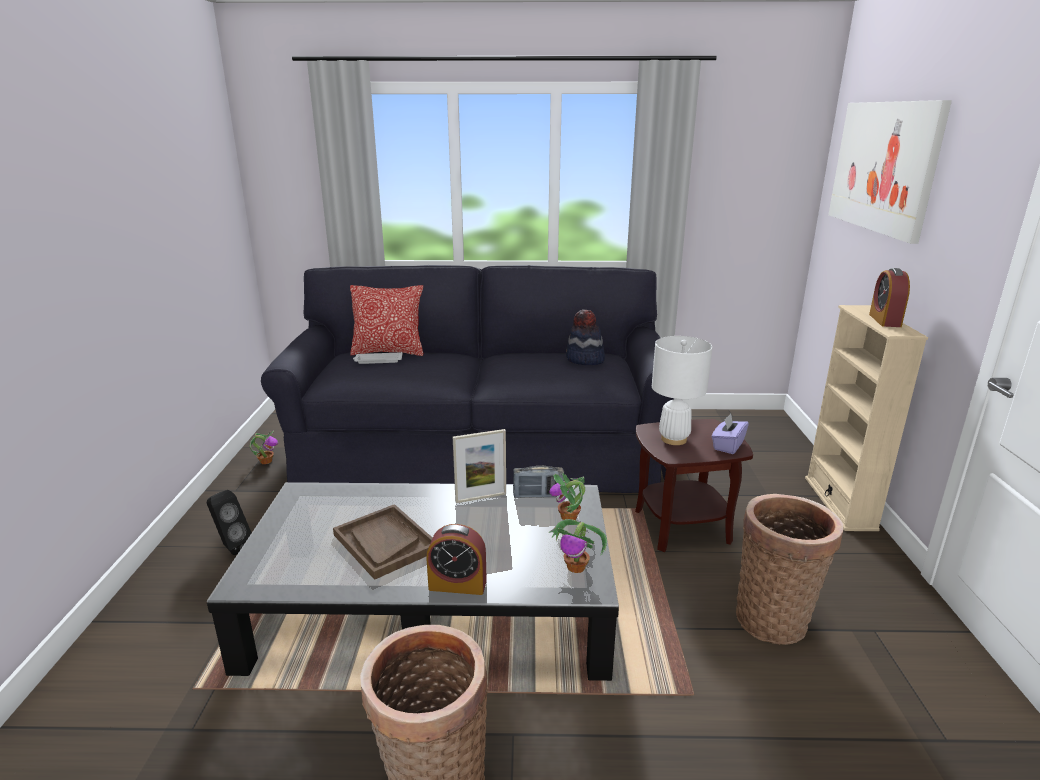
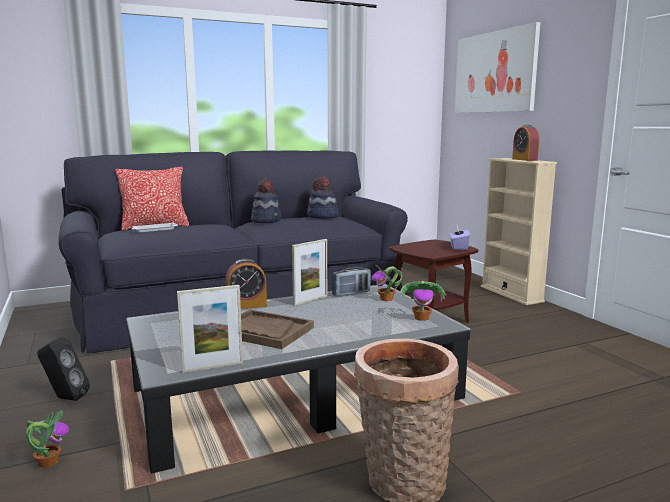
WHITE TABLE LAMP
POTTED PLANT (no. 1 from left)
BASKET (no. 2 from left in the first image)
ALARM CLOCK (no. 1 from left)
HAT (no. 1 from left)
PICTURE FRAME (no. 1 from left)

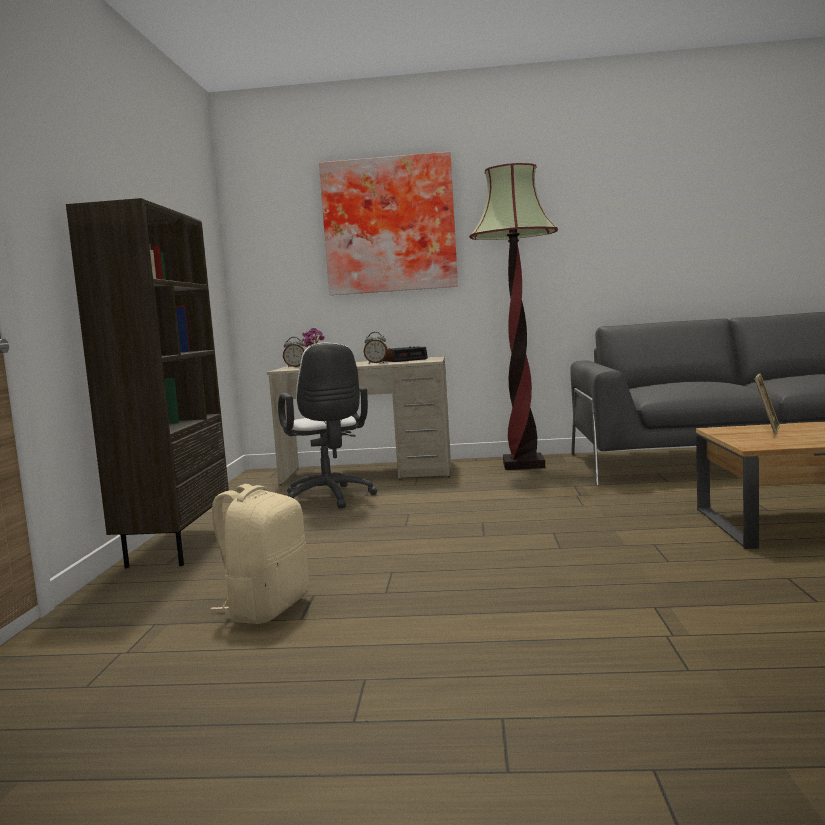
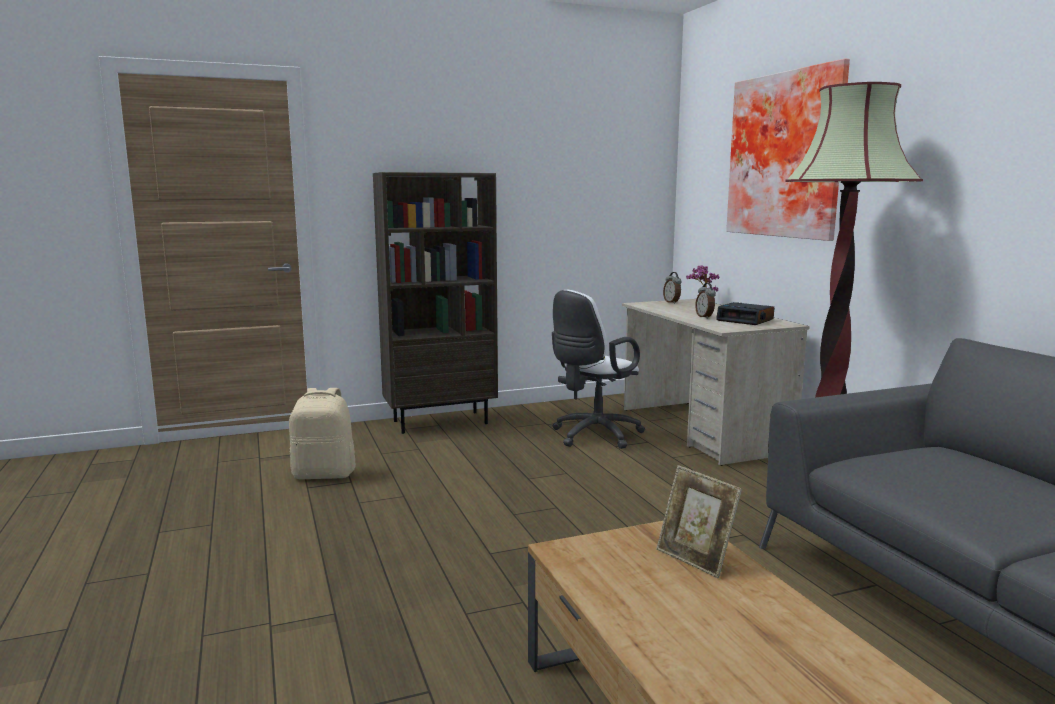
PICTURE FRAME

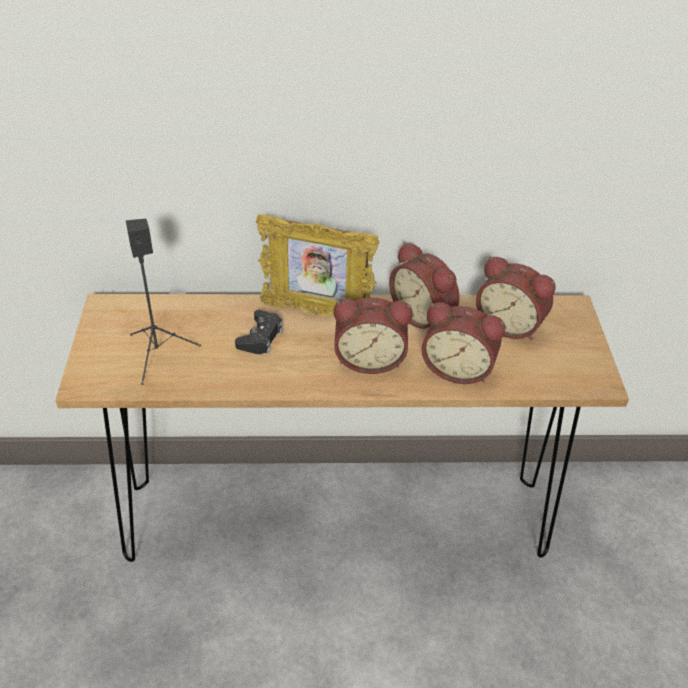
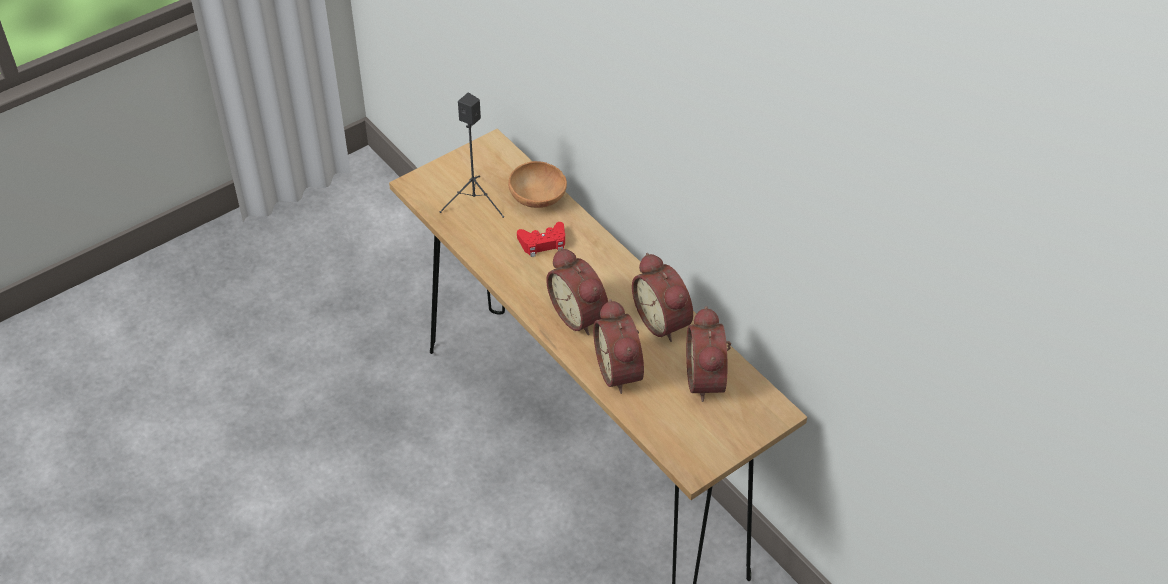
PICTURE FRAME
ALARM CLOCK (no. 3 from left)
RED GAME CONTROLLER
BROWN BOWL

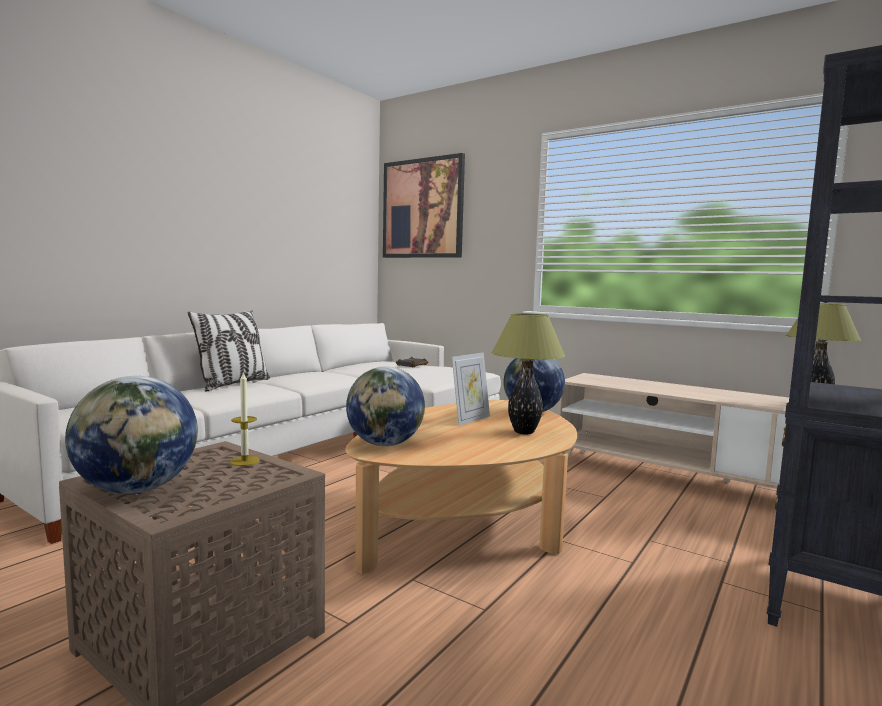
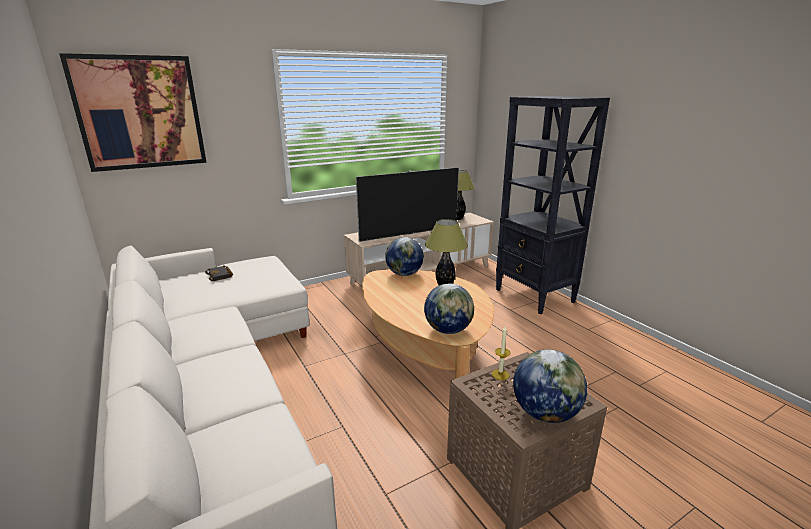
PILLOW
PICTURE FRAME
TELEVISION

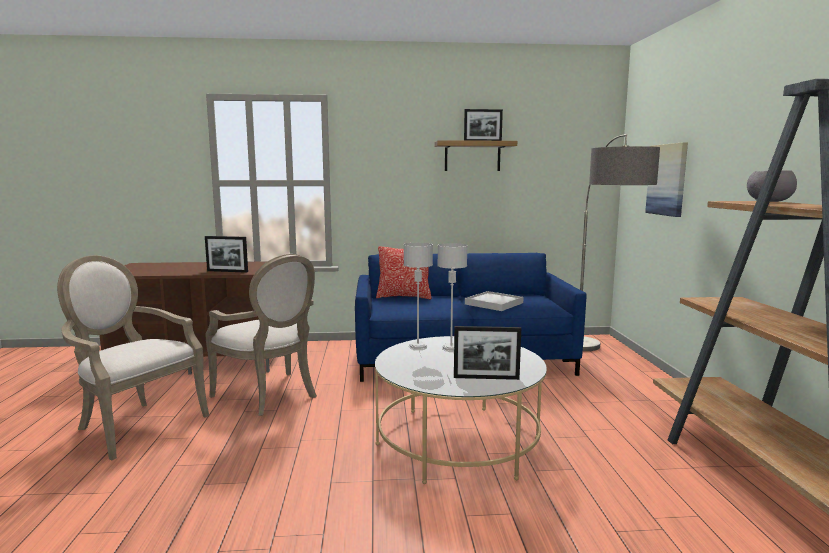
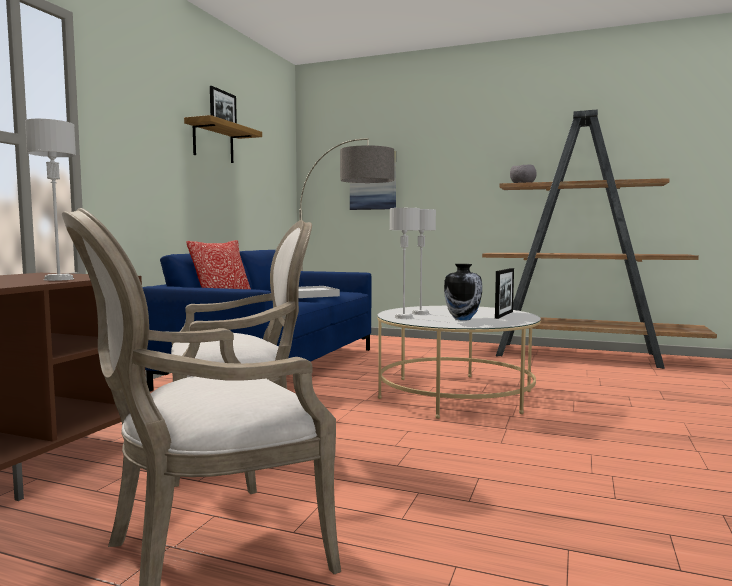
GREY TABLE LAMP (no. 1 from left)
VASE

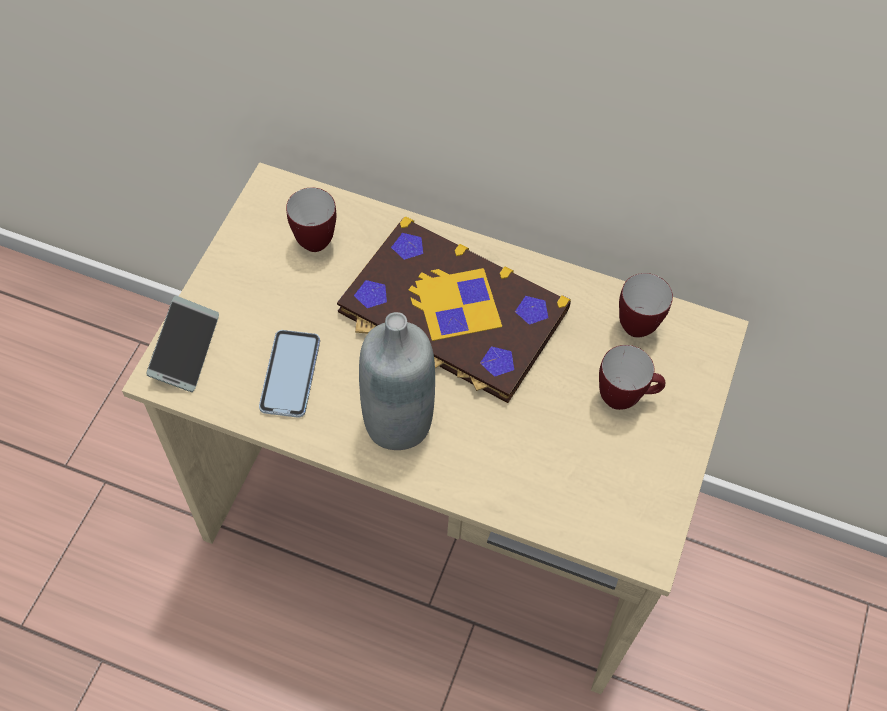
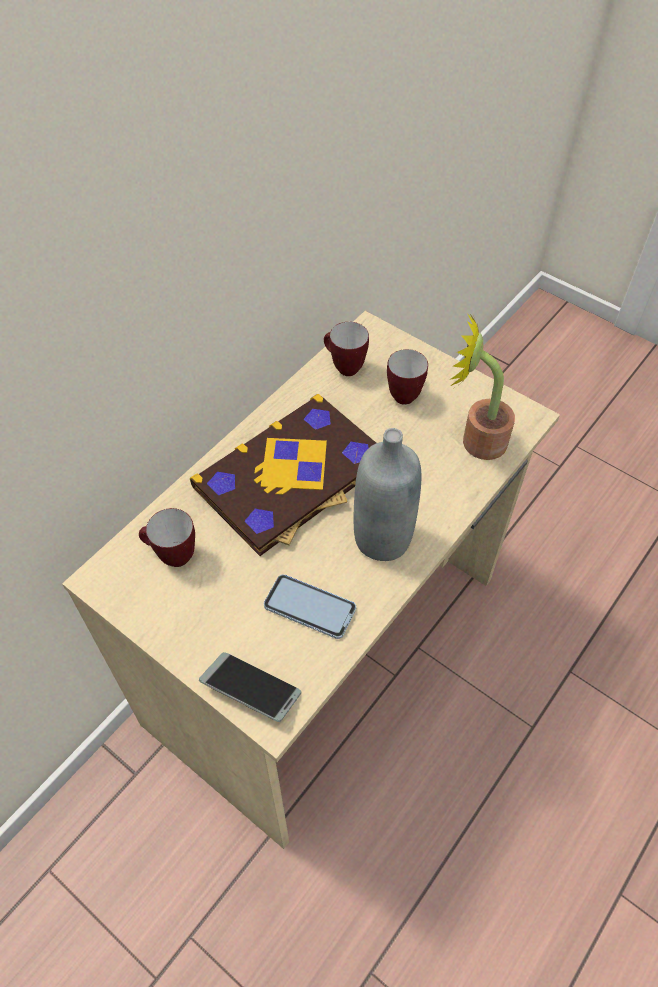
POTTED PLANT

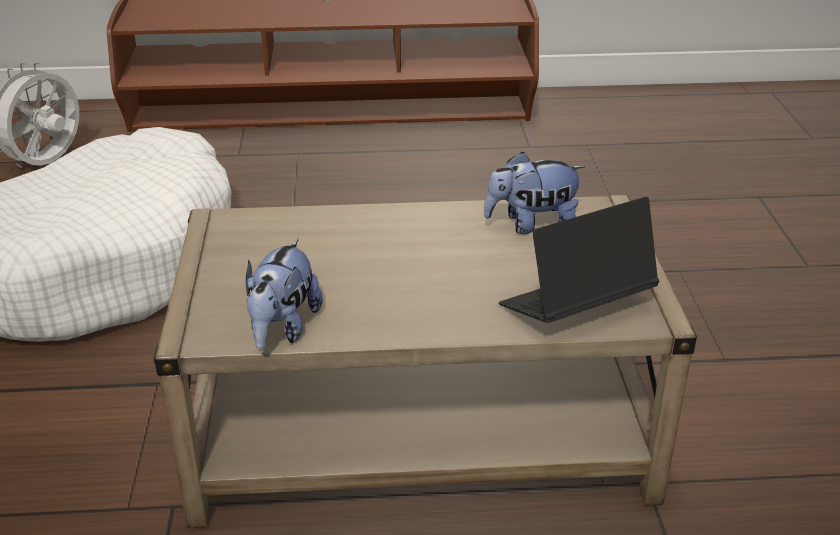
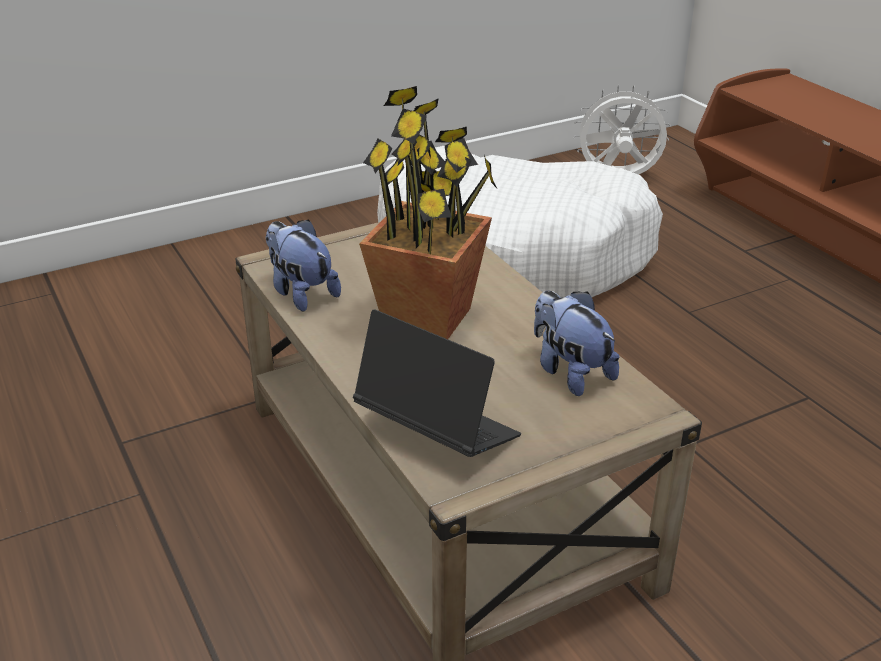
PLUSH TOY (no. 1 from left)
POTTED PLANT

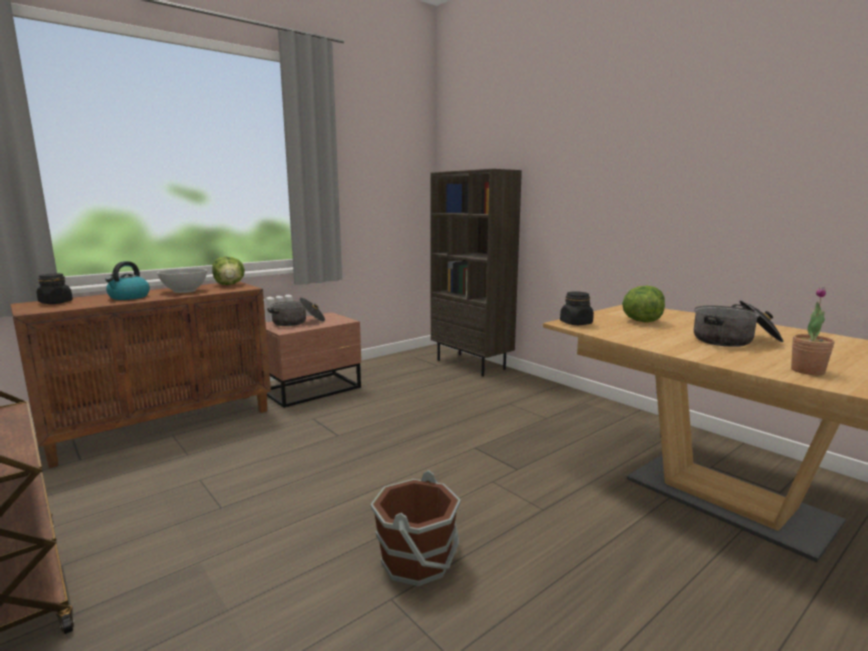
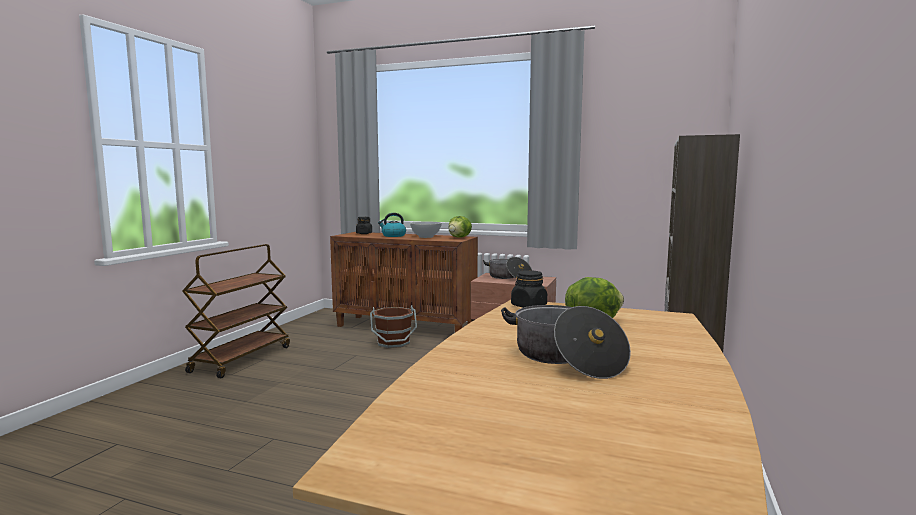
POTTED PLANT
BROWN BUCKET

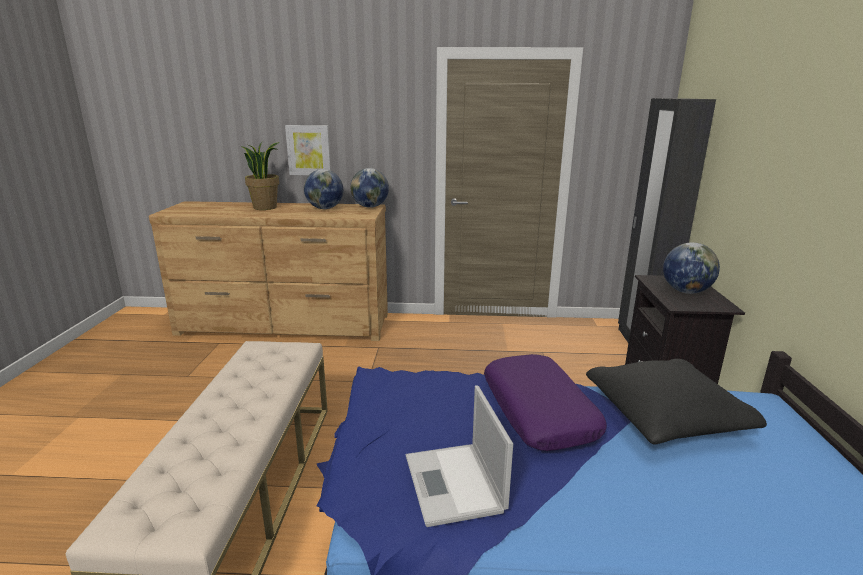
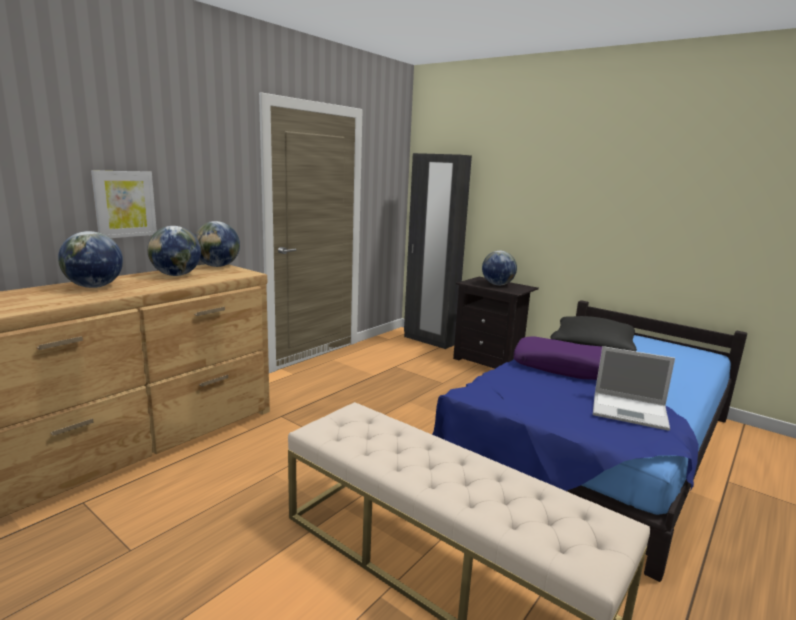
GLOBE (no. 1 from left)

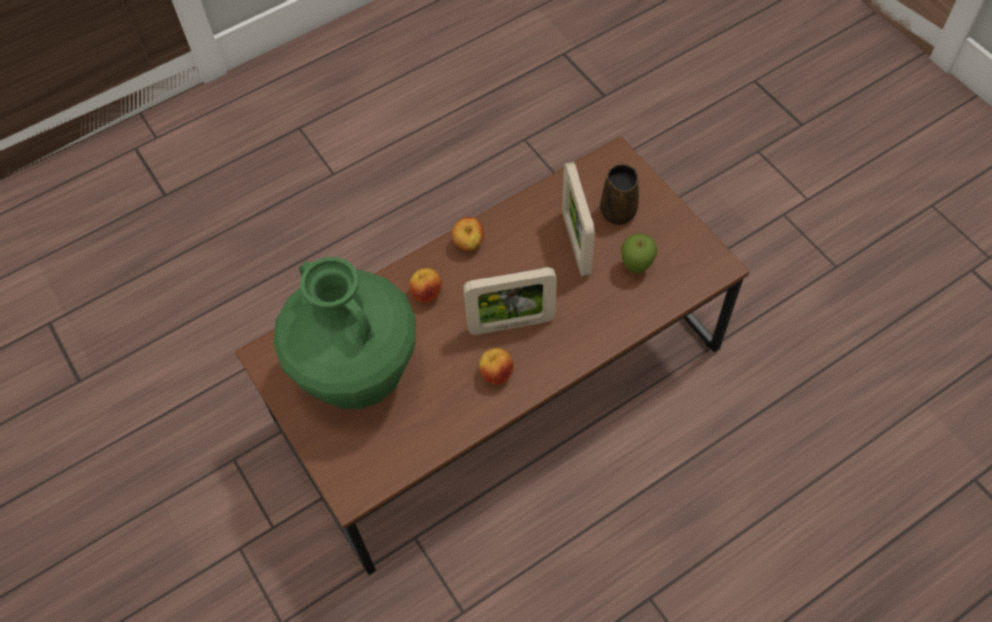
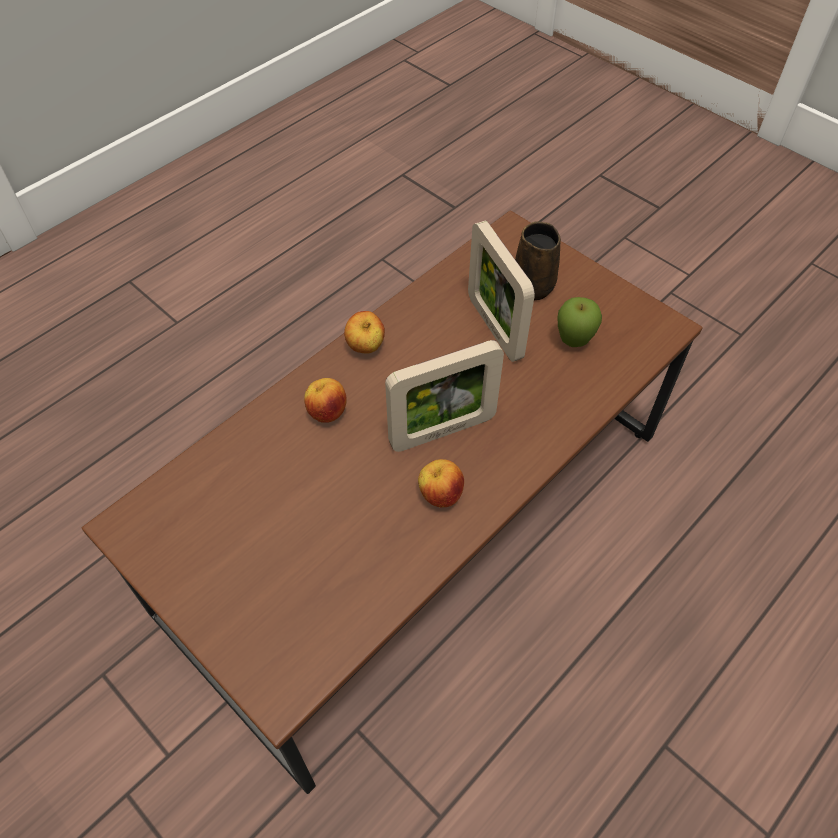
GREEN VASE

